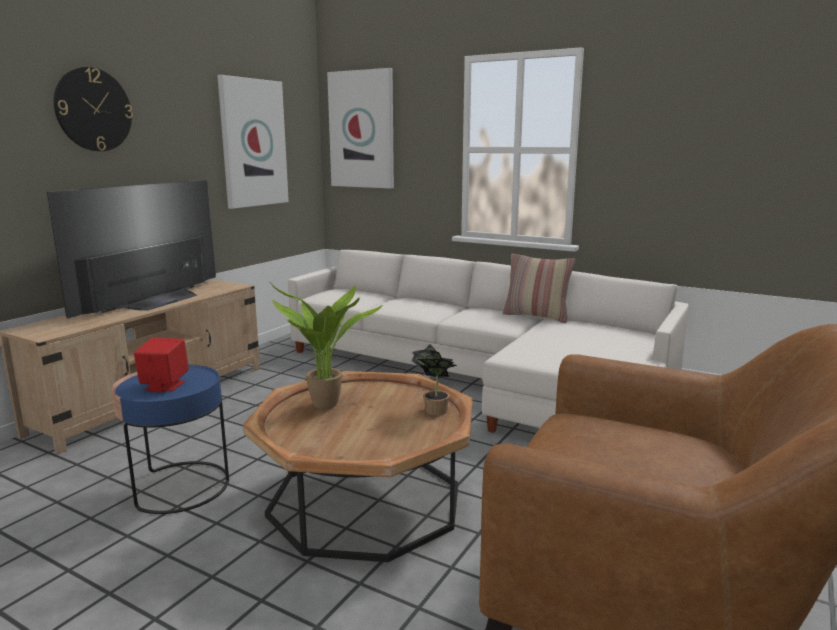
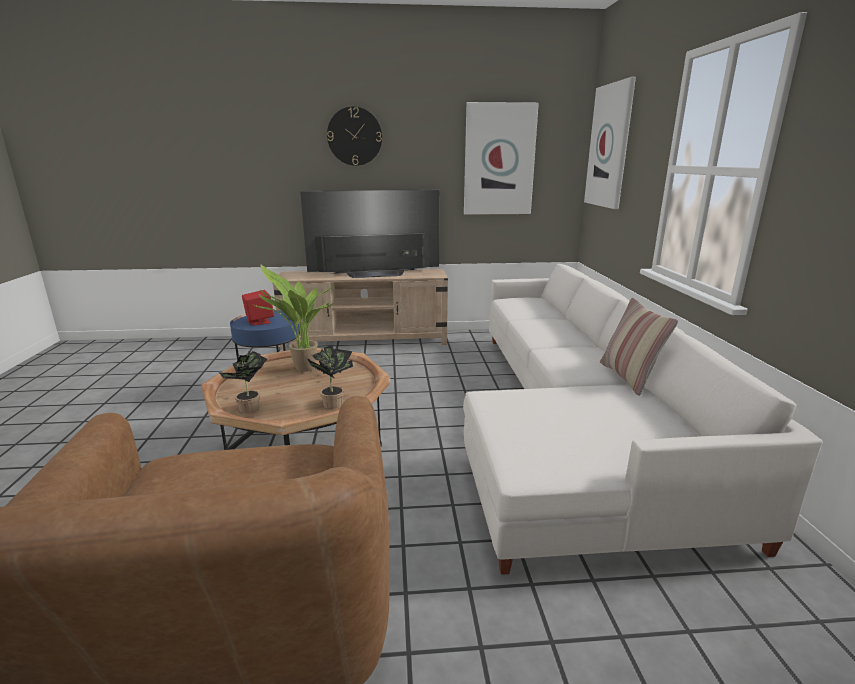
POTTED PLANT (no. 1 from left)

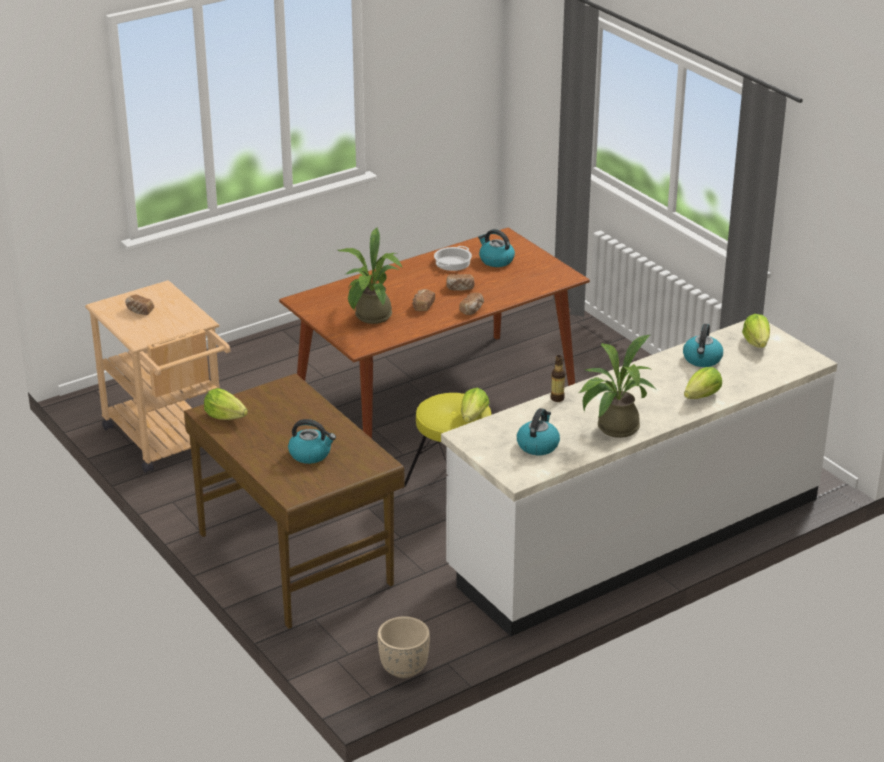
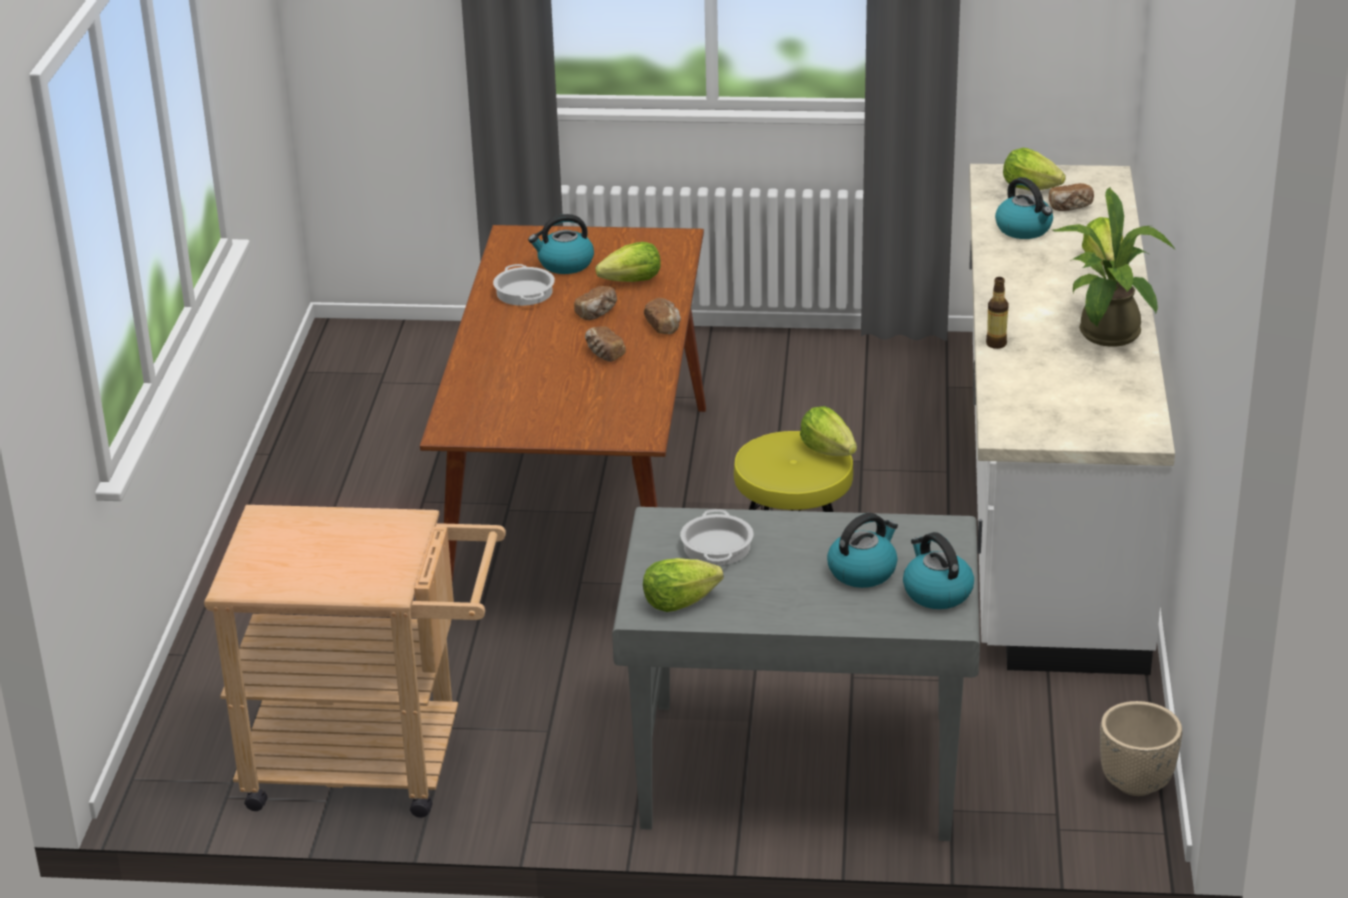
POTTED PLANT (no. 1 from left in the first image)
BREAD (no. 4 from left)
GREY DESK
KETTLE (no. 3 from left)
LETTUCE (no. 1 from left)
COOKING POT (no. 2 from left)

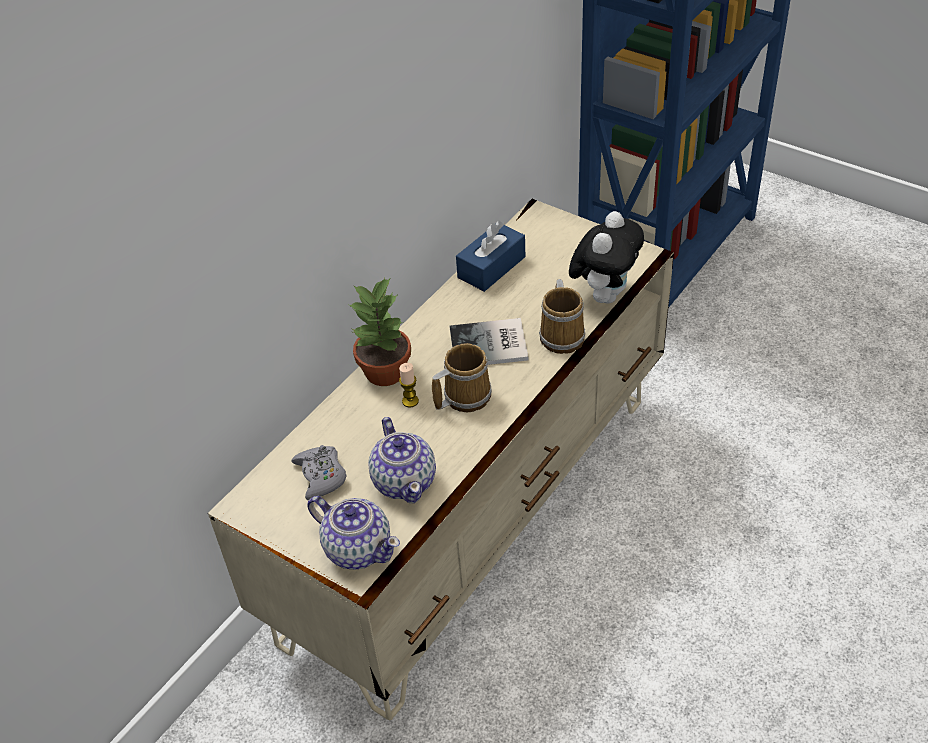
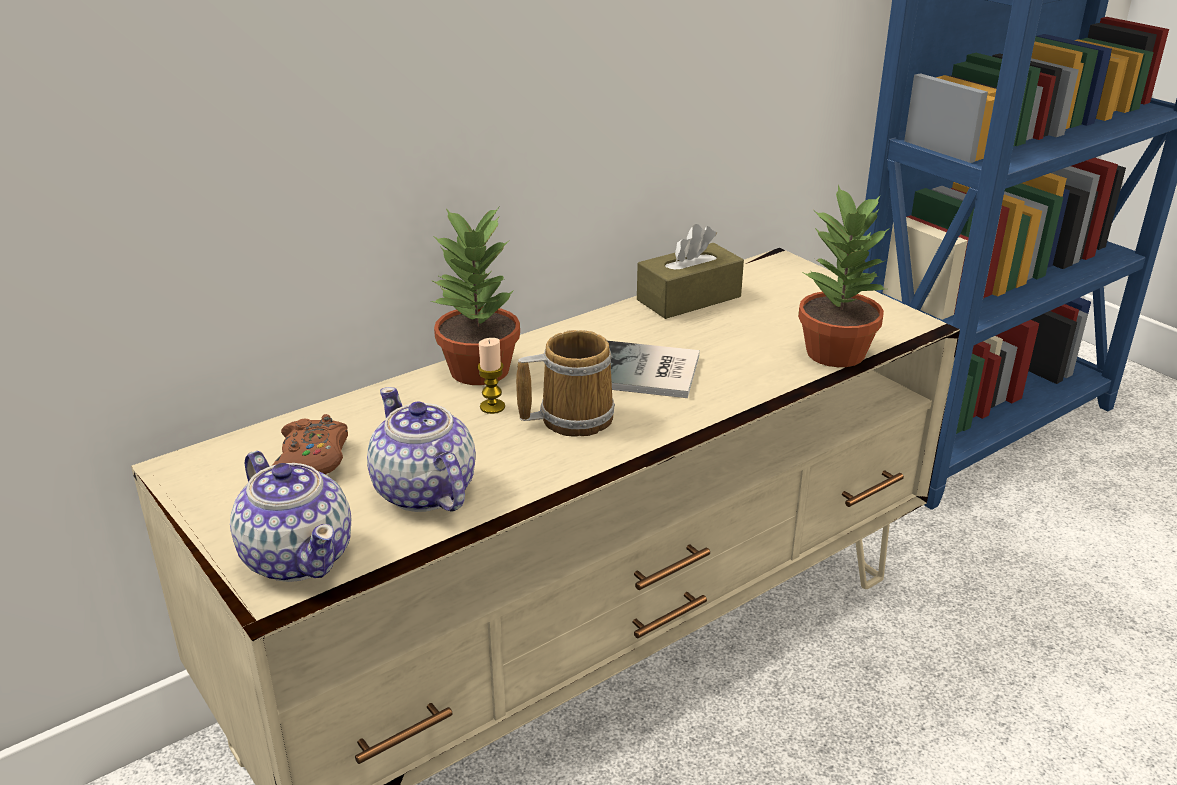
POTTED PLANT (no. 2 from left)
BROWN TISSUE BOX
MUG (no. 2 from left in the first image)
TEAPOT (no. 2 from left)
BROWN GAME CONTROLLER

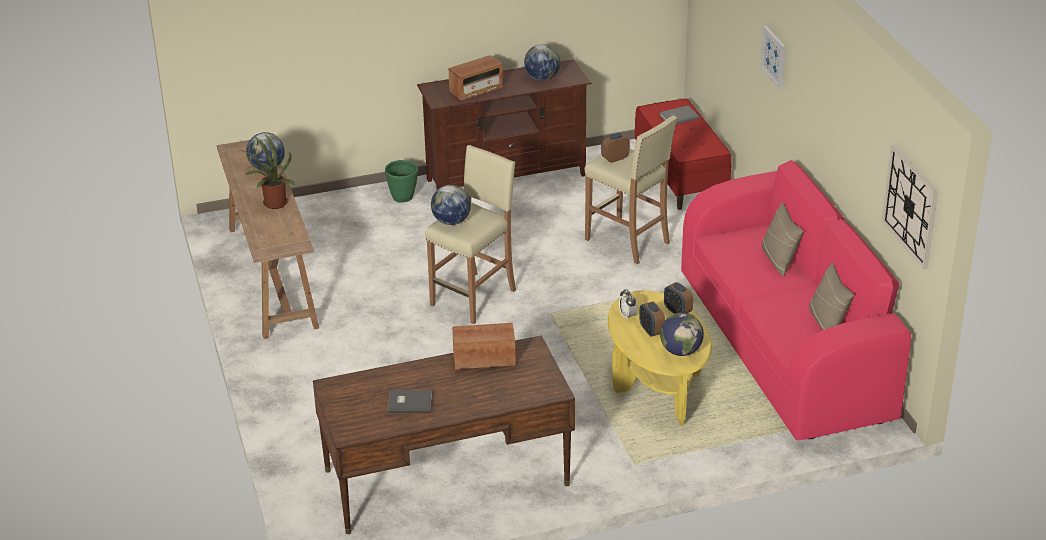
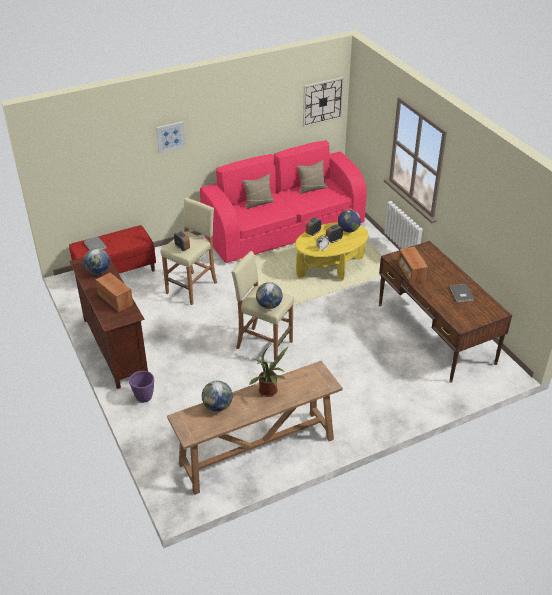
PURPLE PLANTER

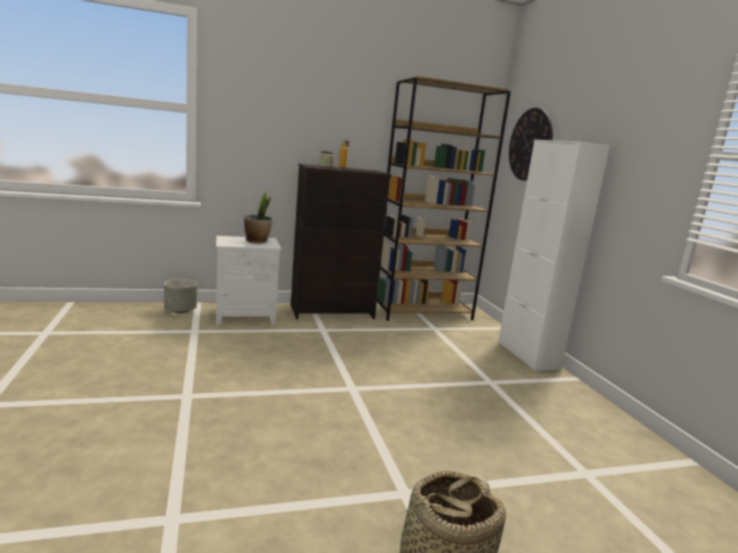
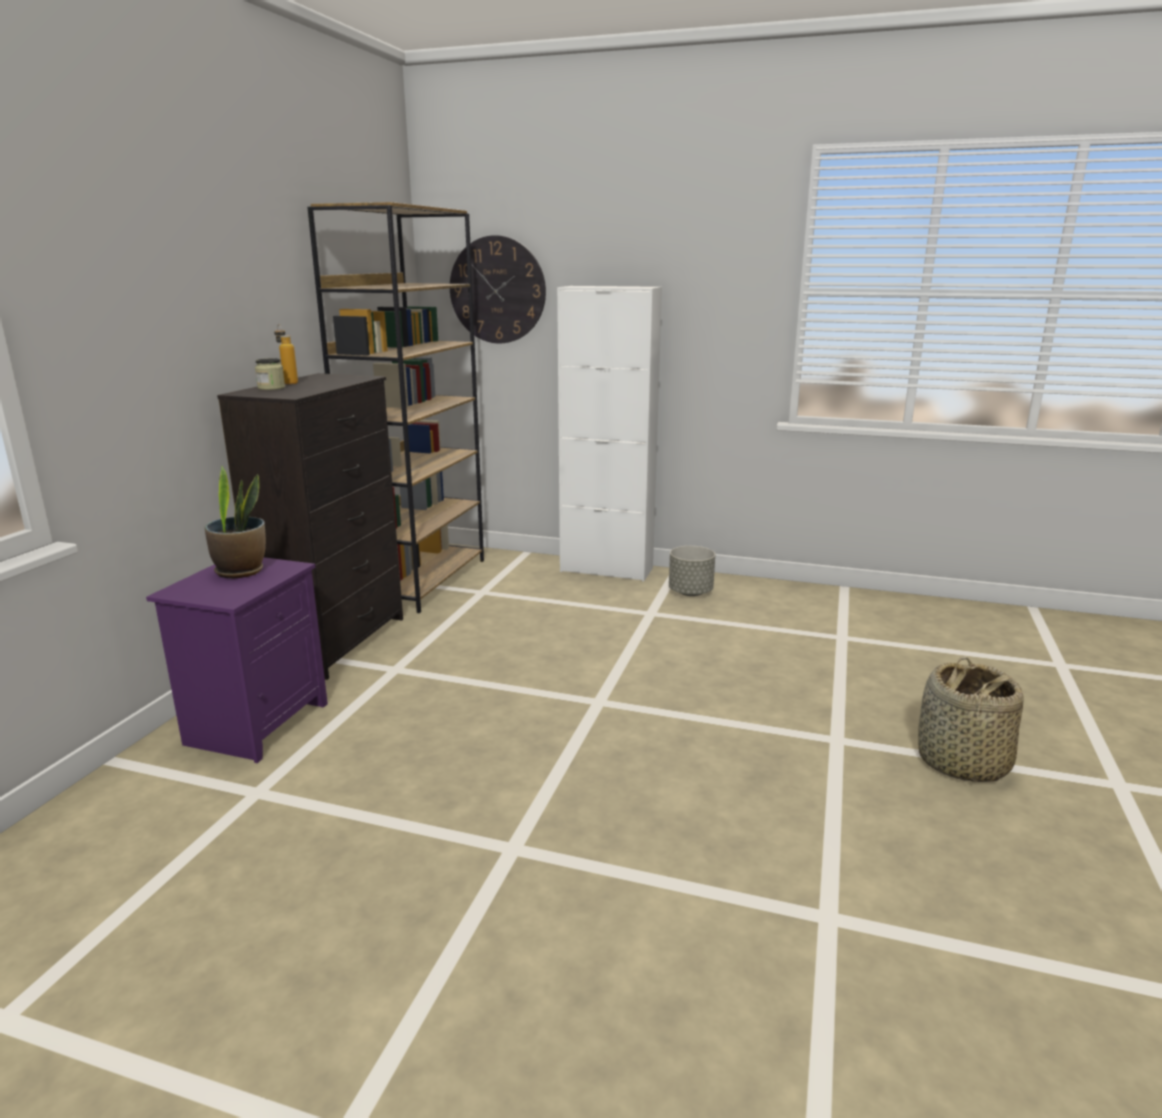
PURPLE NIGHTSTAND
GREY PLANTER

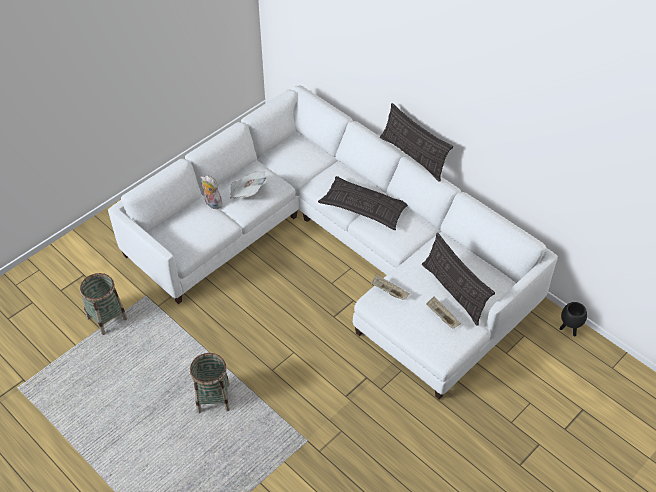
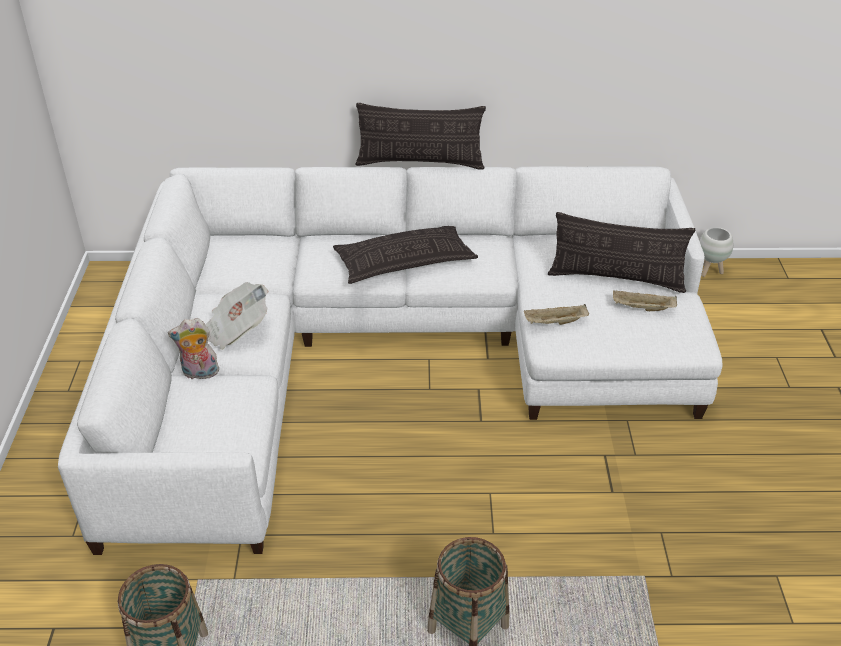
WHITE PLANTER

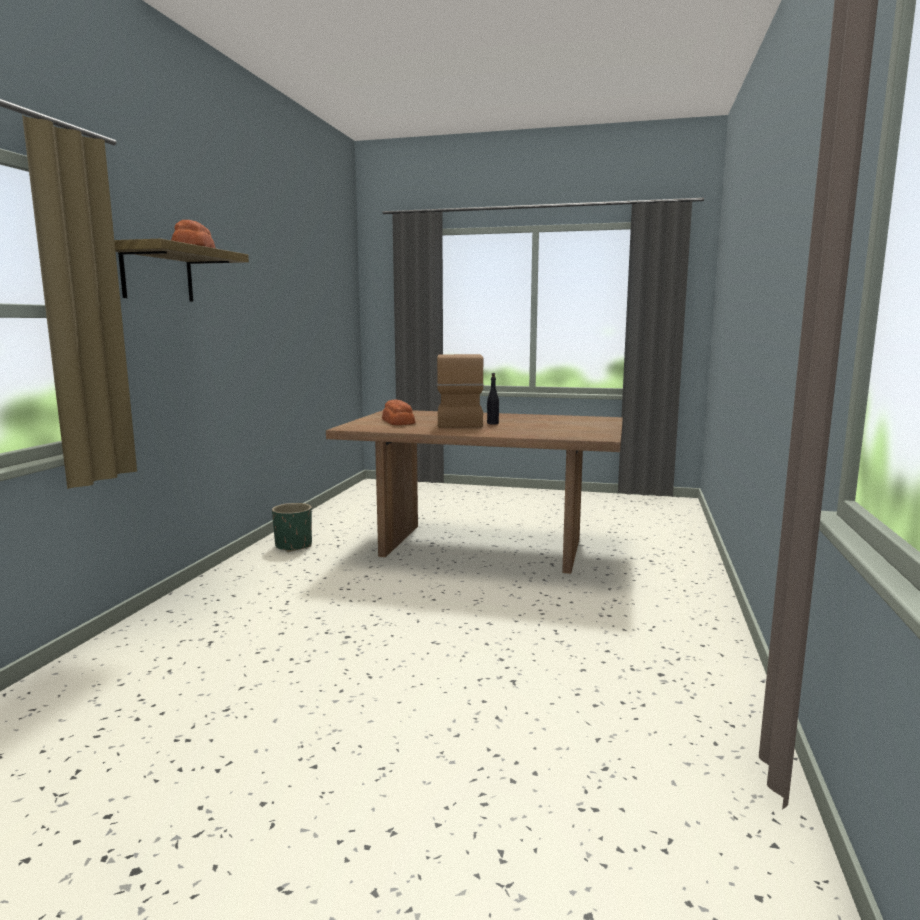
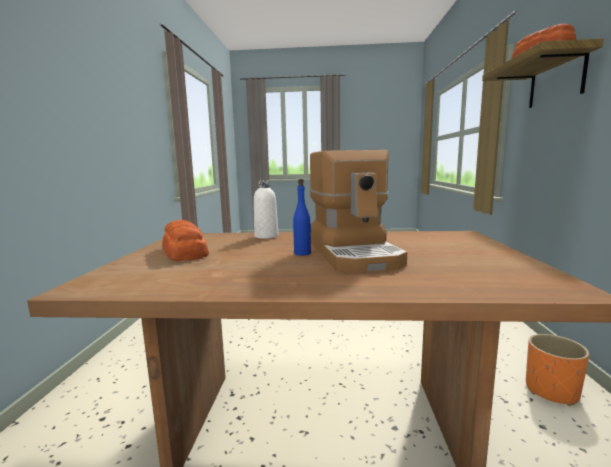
BLUE BOTTLE
BREAD (no. 1 from left)
ORANGE PLANTER
WHITE BOTTLE

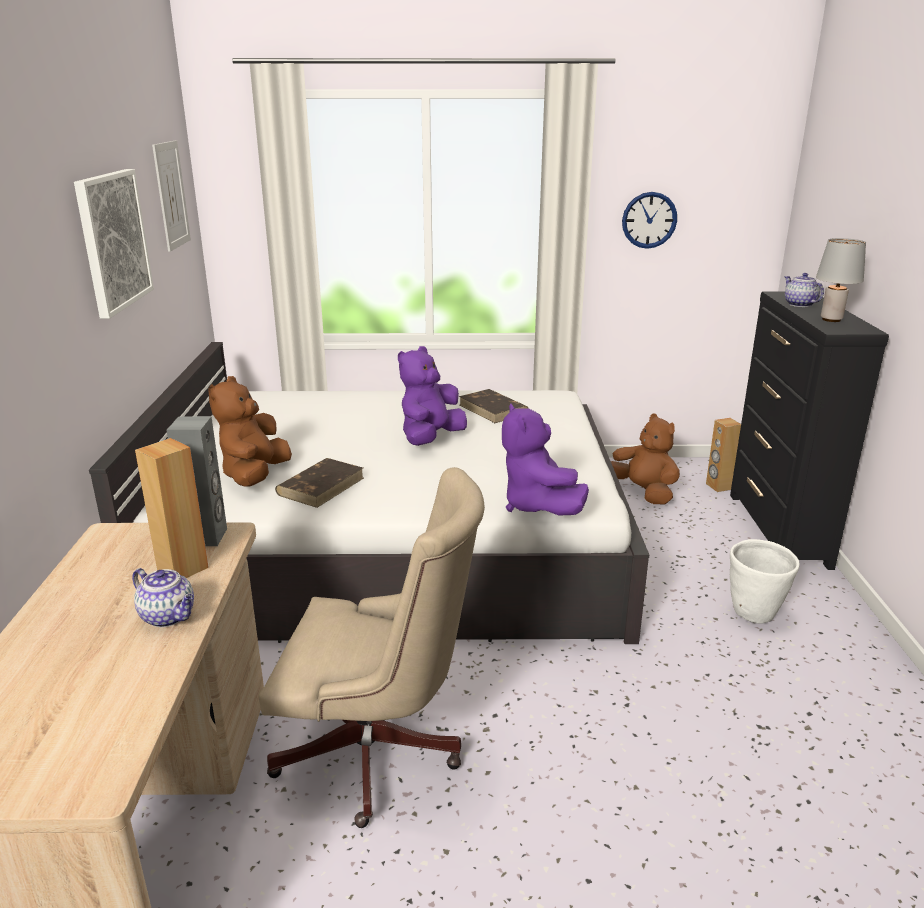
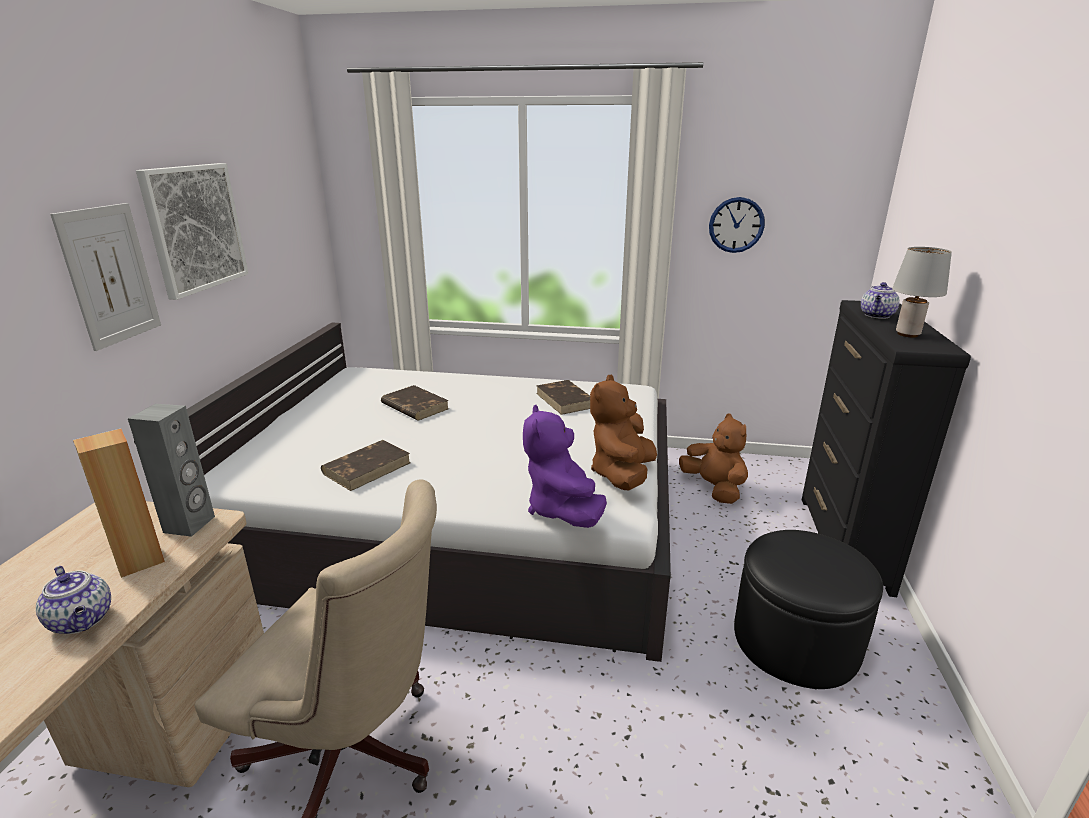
PICTURE (no. 1 from left)
TEAPOT (no. 2 from left)
PURPLE PLUSH TOY (no. 1 from left in the first image)
BROWN PLUSH TOY (no. 1 from left)
BROWN SPEAKER (no. 2 from left in the first image)
BLACK OTTOMAN
BROWN BOOK (no. 2 from left)

